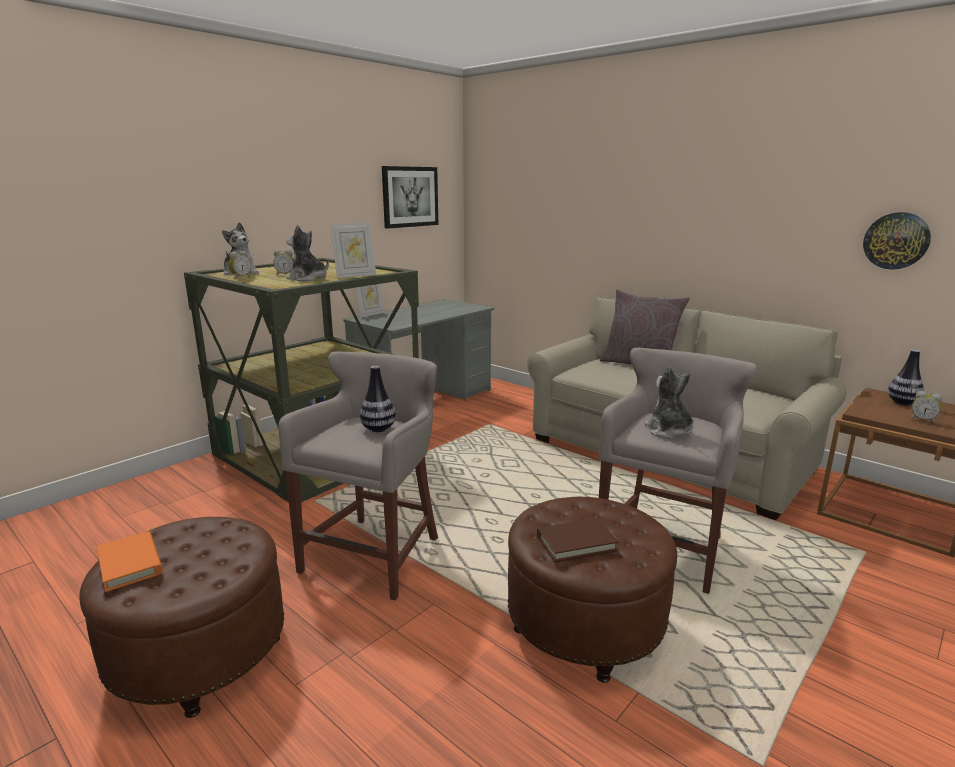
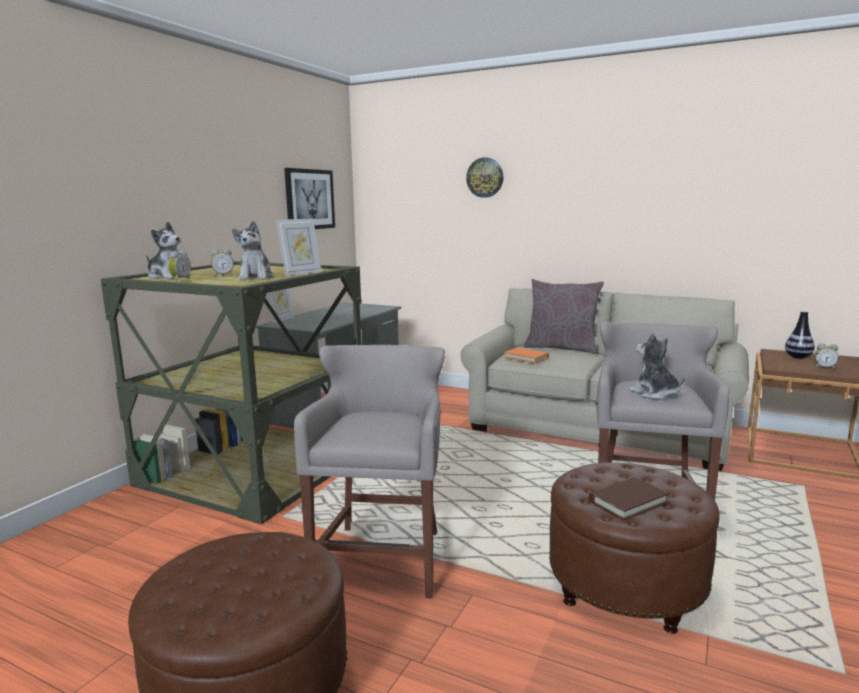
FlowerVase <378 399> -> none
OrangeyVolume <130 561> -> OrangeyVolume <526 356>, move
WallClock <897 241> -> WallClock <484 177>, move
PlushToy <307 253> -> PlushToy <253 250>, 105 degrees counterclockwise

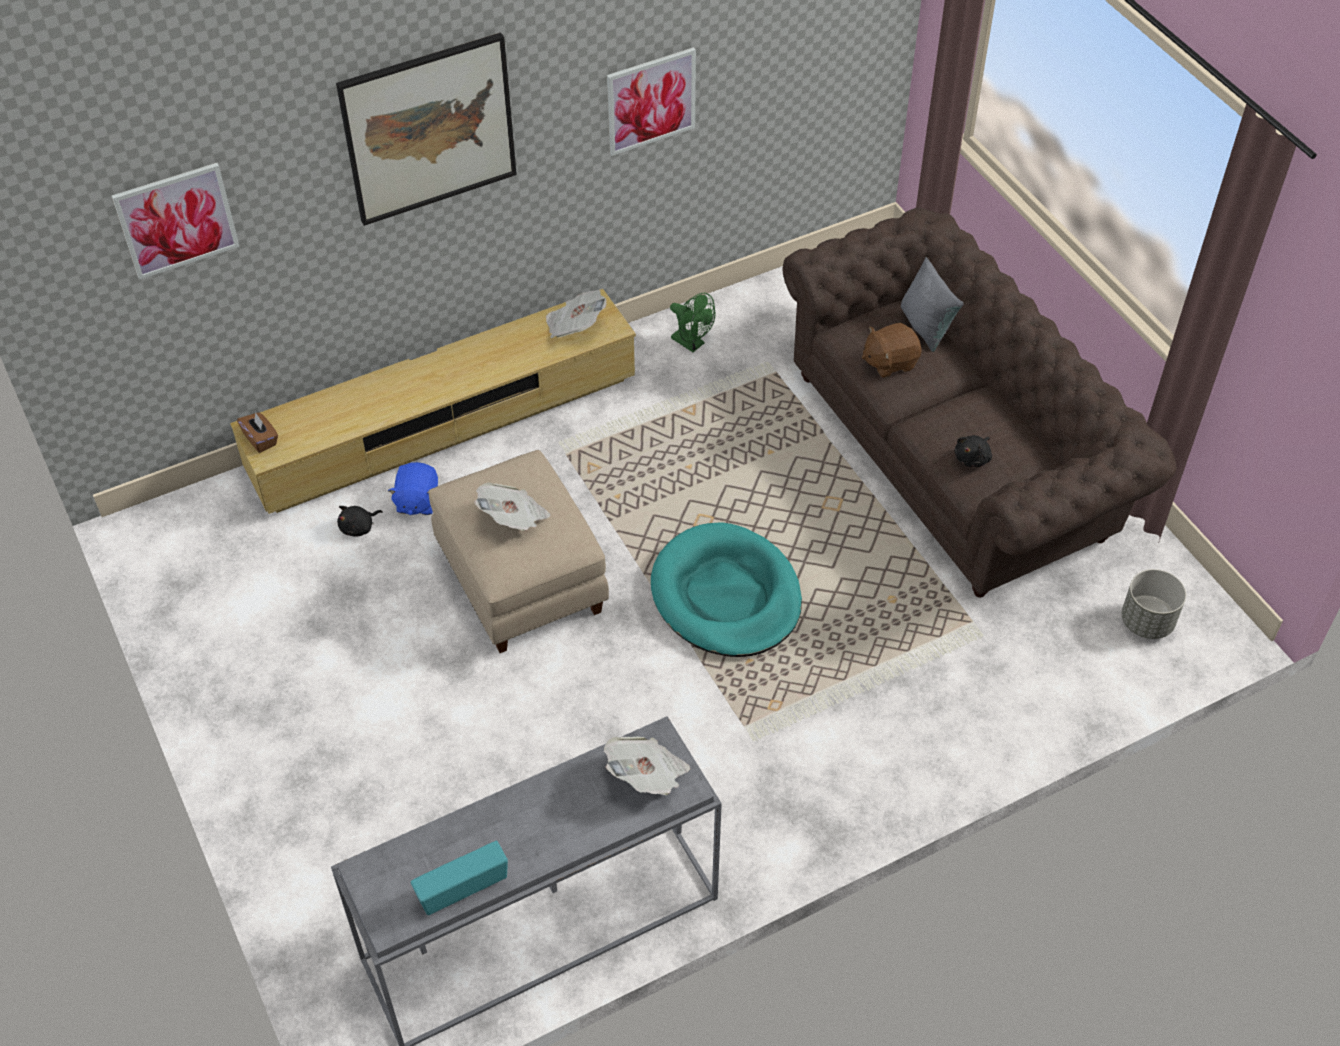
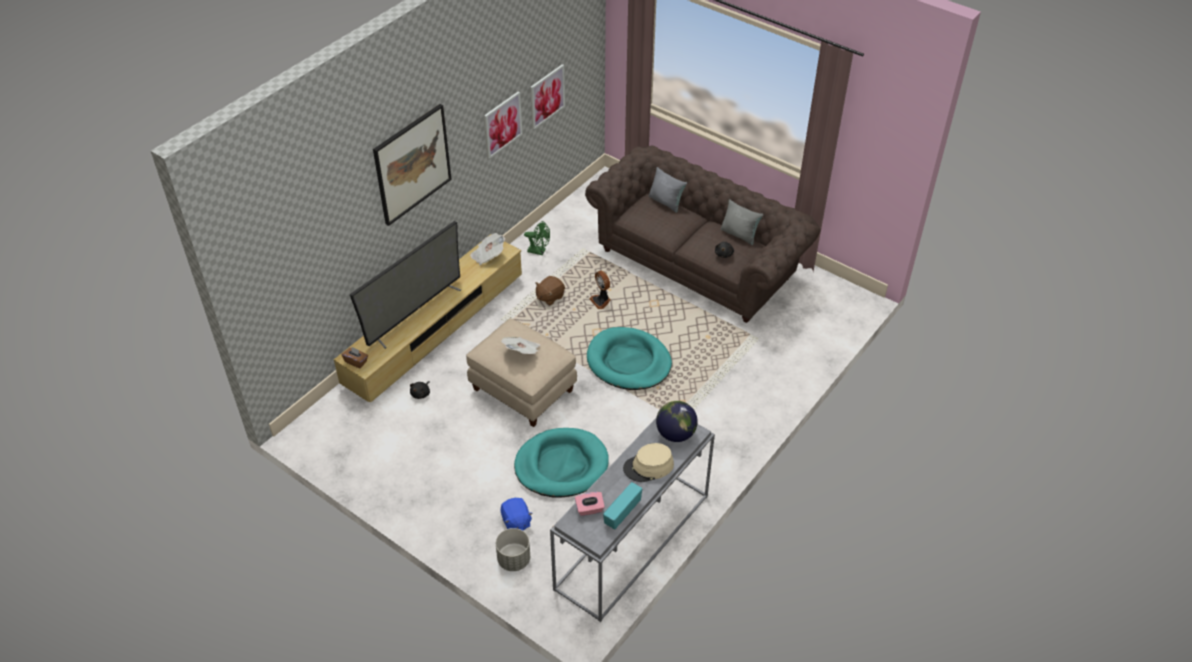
none -> Tv <405 285>
none -> TurquoiseColouredDogCushion <561 462>
none -> PinkBoxOfTissues <590 504>
none -> CoolingFan <600 290>
none -> BeigeHat <648 462>
none -> GrayPillow <742 222>
WallPicture <176 221> -> WallPicture <547 96>, move
BluePlushToy <413 488> -> BluePlushToy <517 514>, move
BrownPlushToy <892 350> -> BrownPlushToy <550 291>, move
GrayPlantPot <1154 604> -> GrayPlantPot <513 549>, move
Newspaper <647 766> -> DeskGlobe <677 421>

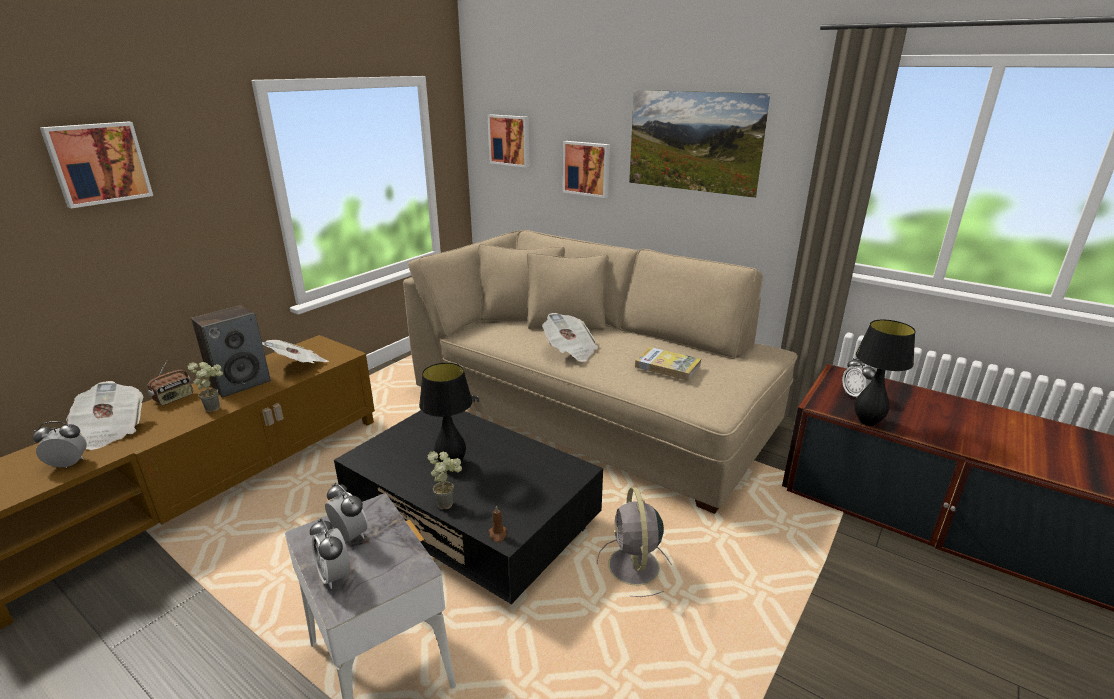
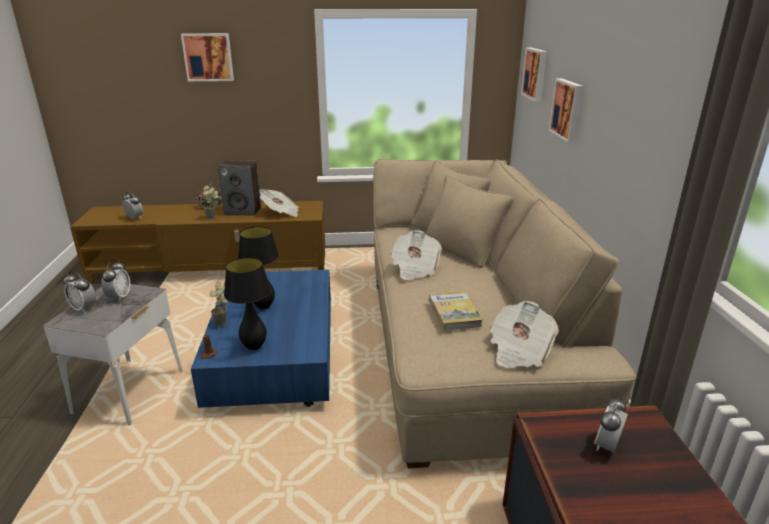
GrayCoolingFan <634 542> -> none
WallPicture <700 144> -> none
Newspaper <104 415> -> Newspaper <524 334>, move
BlackColouredTableLamp <884 373> -> BlackColouredTableLamp <247 303>, move
BlackColouredCoffeeTable <468 507> -> BlueCoffeeTable <261 339>
AlarmClock <330 553> -> AlarmClock <79 292>, 75 degrees counterclockwise

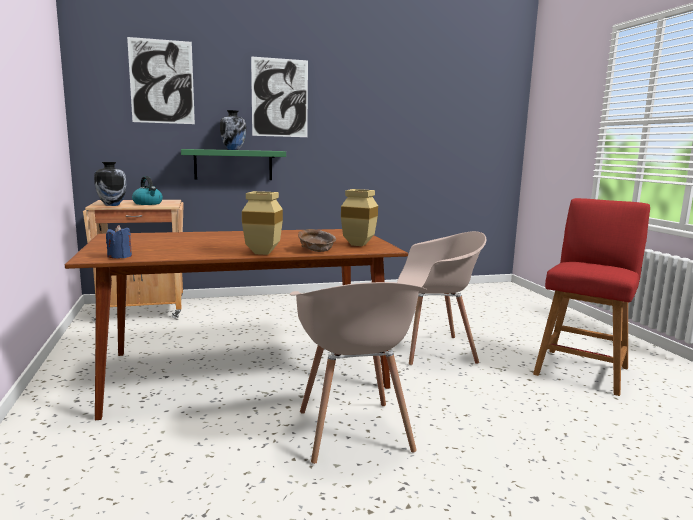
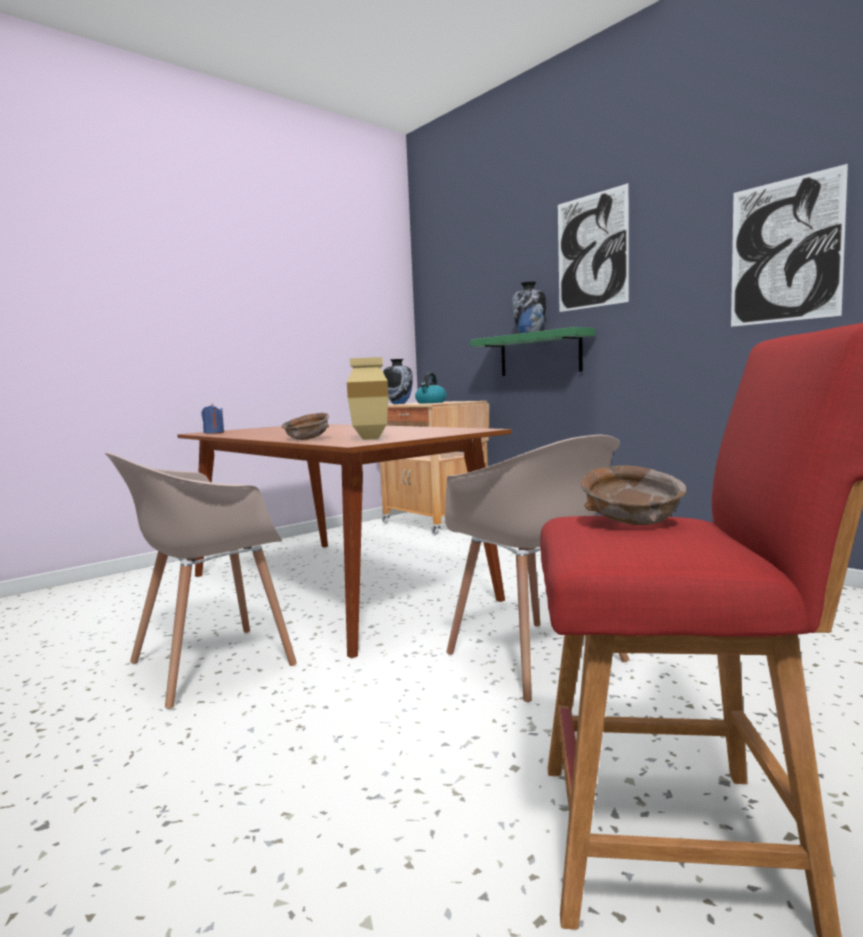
BeigeFlowerVase <262 223> -> none
none -> BrownBowl <633 495>
WallPicture <161 80> -> WallPicture <789 245>, move

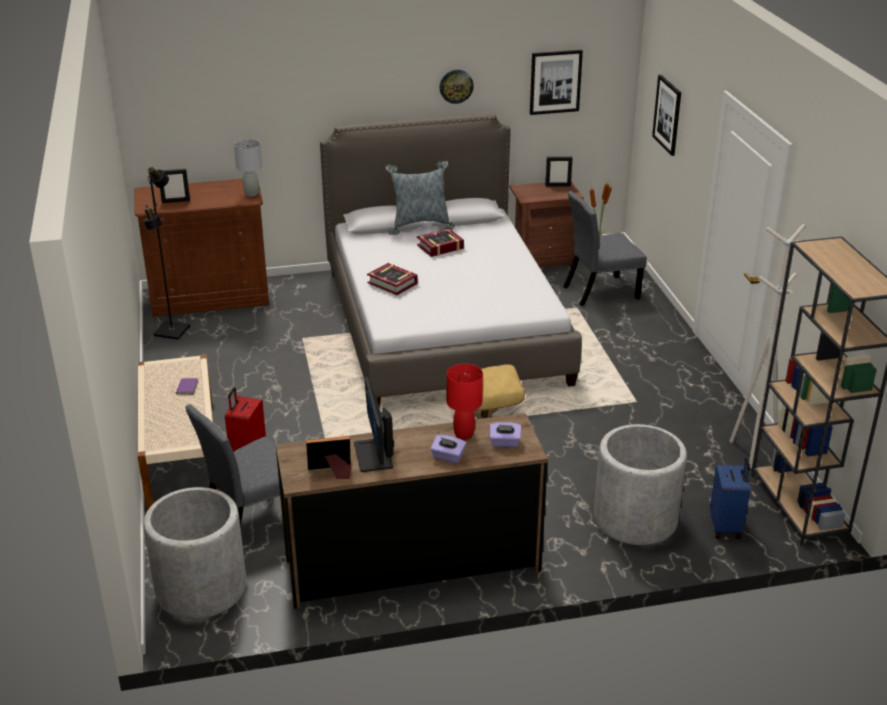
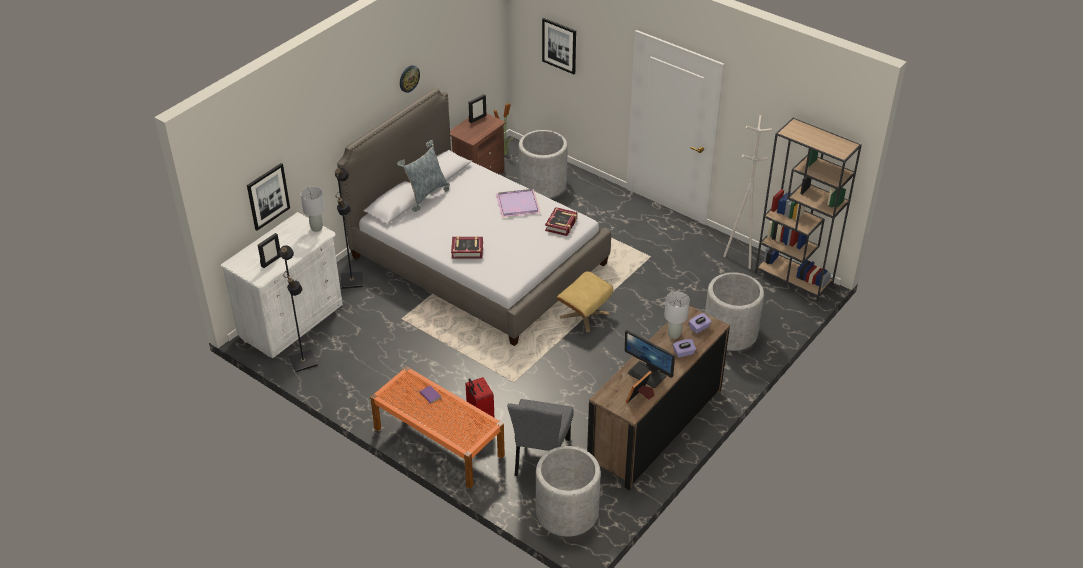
BluePieceOfLuggage <730 498> -> none
none -> BlackColouredFloorLamp <348 228>
none -> PurpleColouredTray <518 203>
Volume <440 242> -> Volume <561 221>, move
WallPicture <556 82> -> WallPicture <268 197>, move
GrayPlainChair <605 248> -> GrayPlantPot <543 164>
BrownDresser <201 248> -> WhiteDresser <281 285>
BeigeBench <179 432> -> OrangeyBench <437 427>
RedColouredTableLamp <465 402> -> GrayTableLamp <677 315>

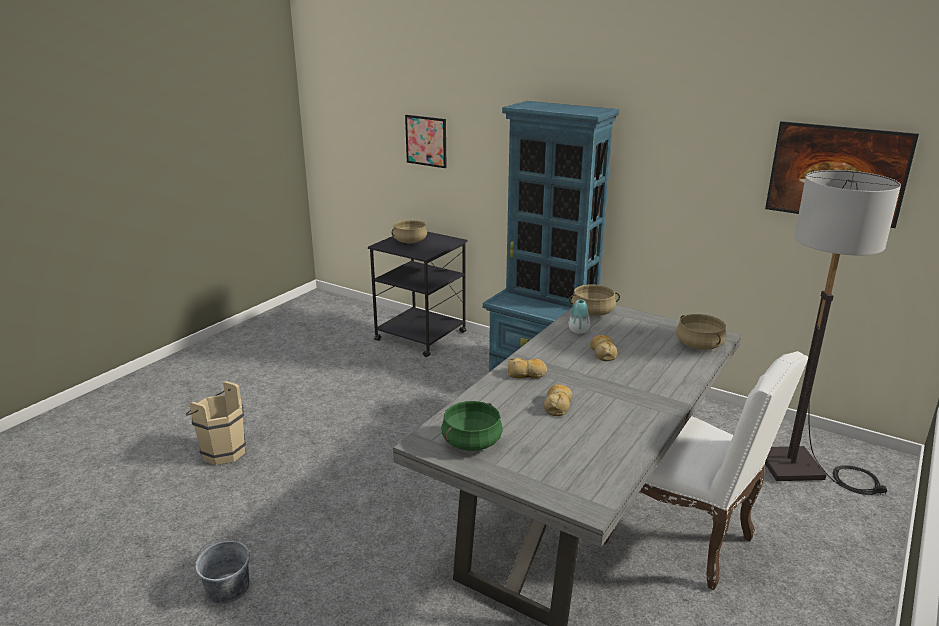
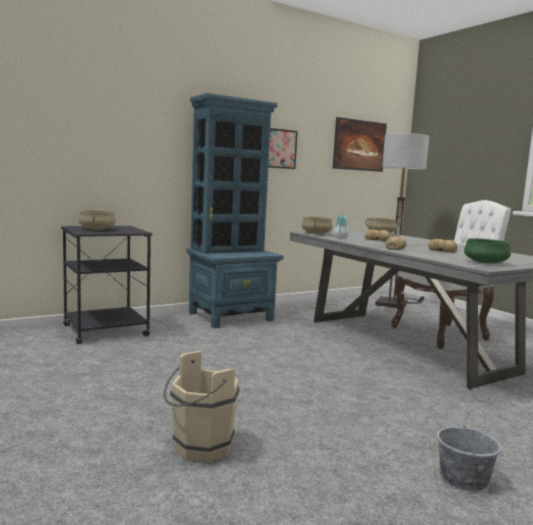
WallPicture <426 141> -> WallPicture <283 148>, move

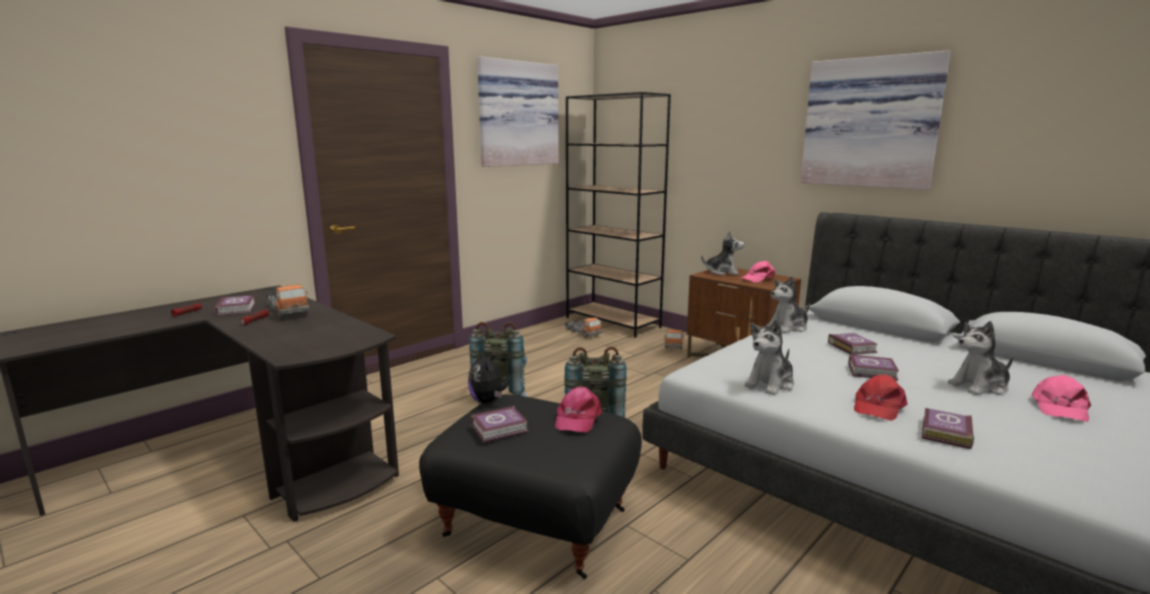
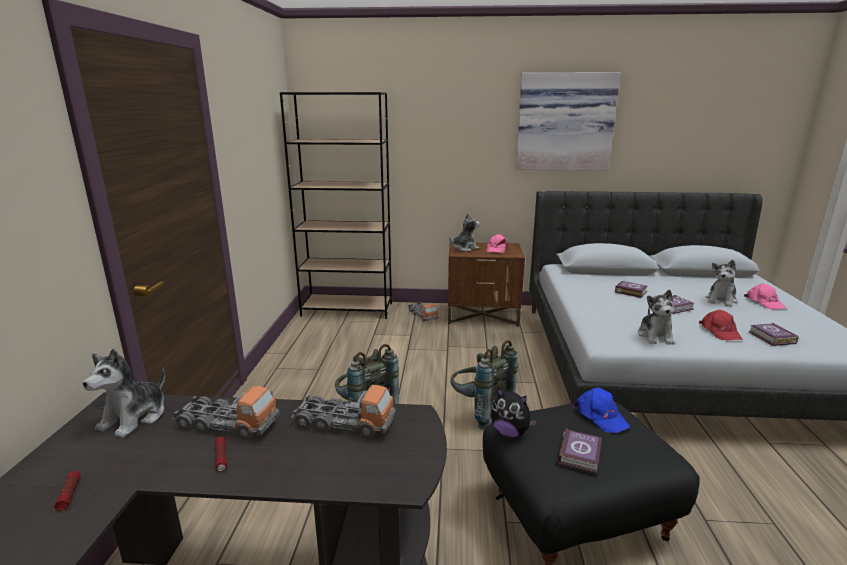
Volume <235 305> -> none
WallPicture <518 111> -> none
ToyTruck <583 327> -> ToyTruck <343 411>, move
PlushToy <788 304> -> PlushToy <124 393>, move
PinkPeakedCap <578 409> -> BluePeakedCap <601 410>

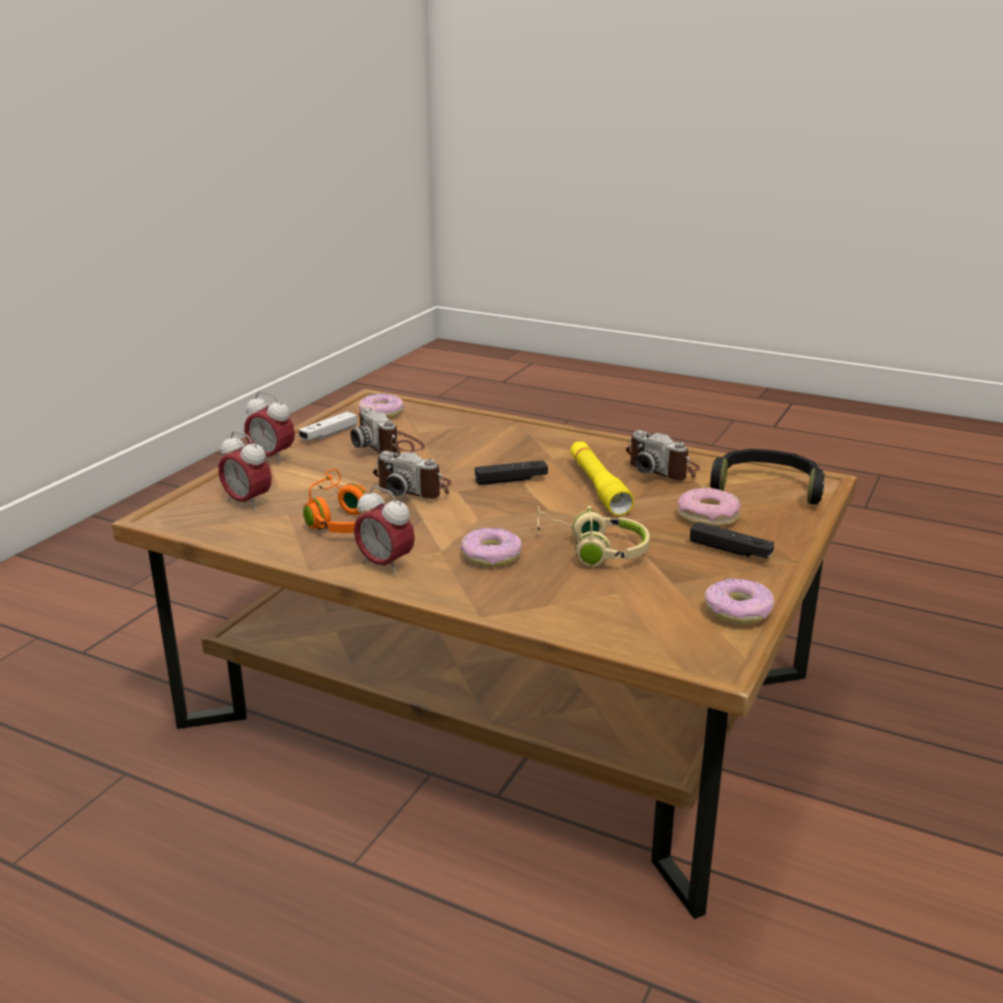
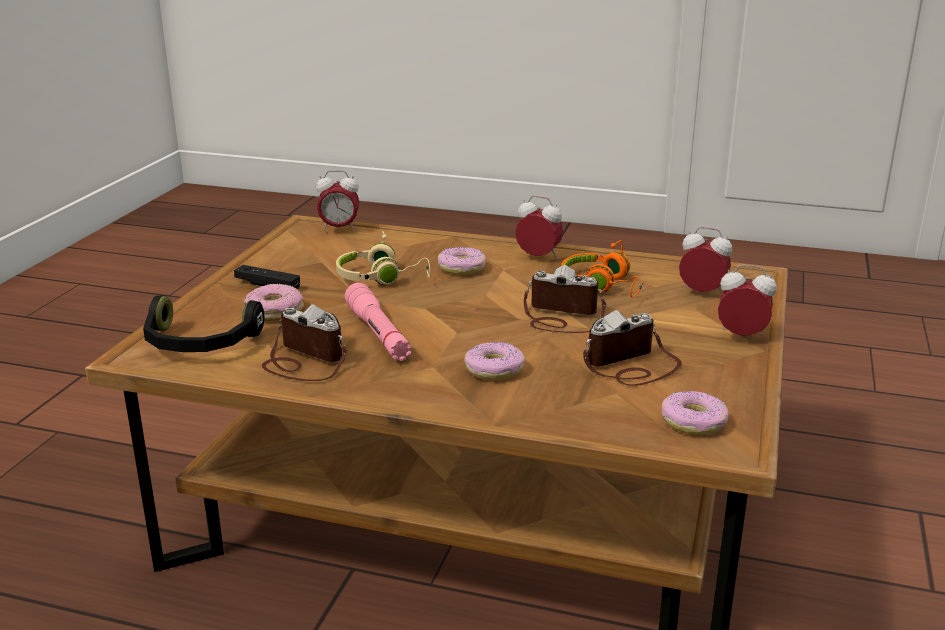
WhiteGamepad <328 426> -> none
BlackColouredGamepad <511 472> -> none
none -> AlarmClock <337 200>
Doughnut <739 601> -> Doughnut <494 361>, move
YellowColouredTorch <602 478> -> PinkTorch <378 322>
PhotoCamera <387 430> -> PhotoCamera <632 348>, 75 degrees counterclockwise

